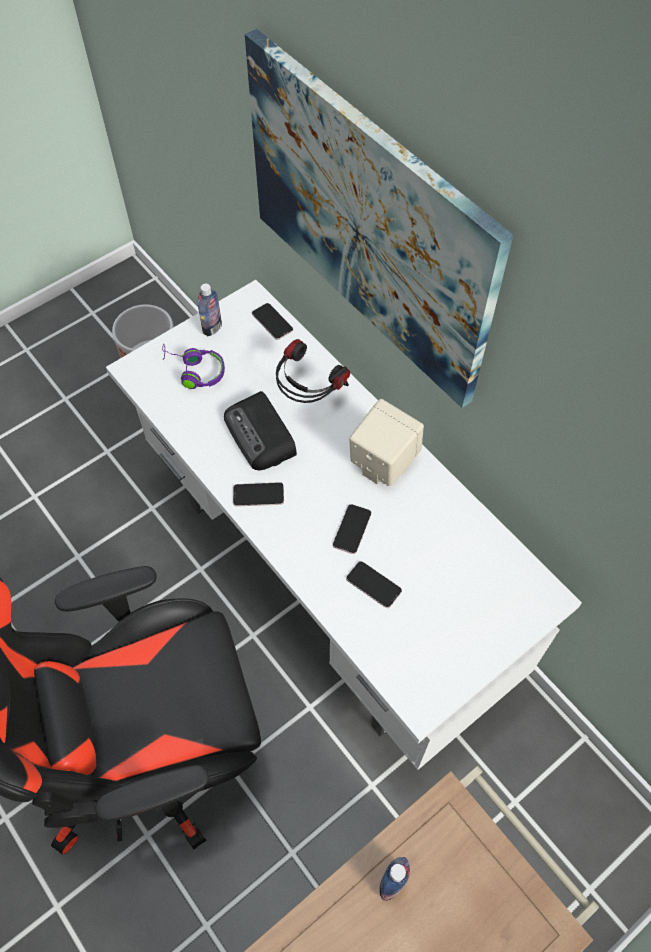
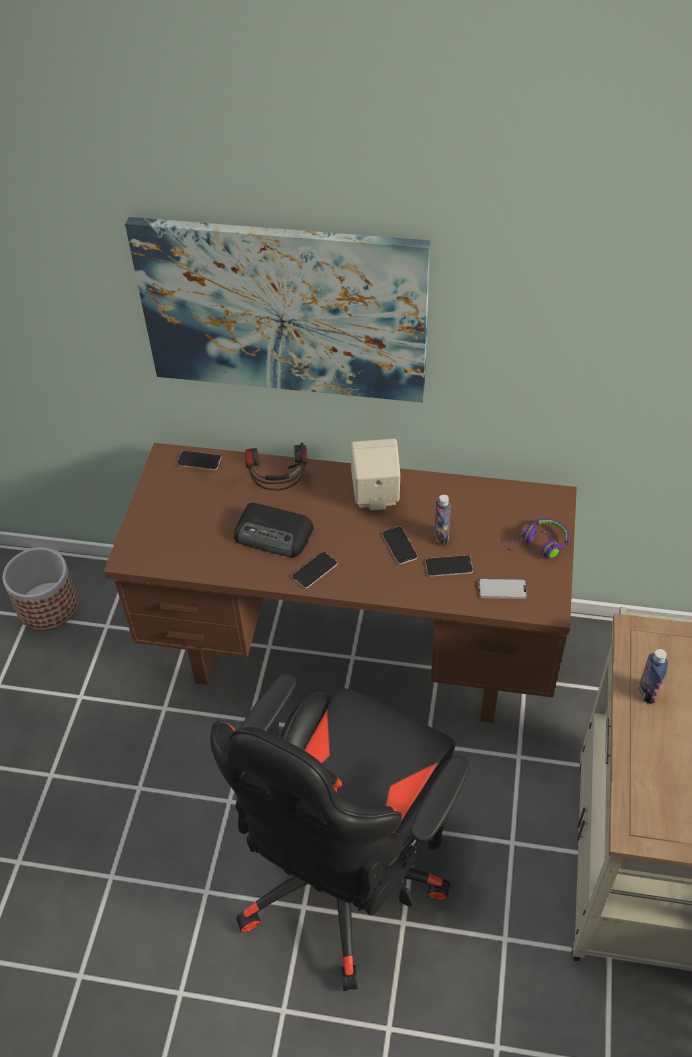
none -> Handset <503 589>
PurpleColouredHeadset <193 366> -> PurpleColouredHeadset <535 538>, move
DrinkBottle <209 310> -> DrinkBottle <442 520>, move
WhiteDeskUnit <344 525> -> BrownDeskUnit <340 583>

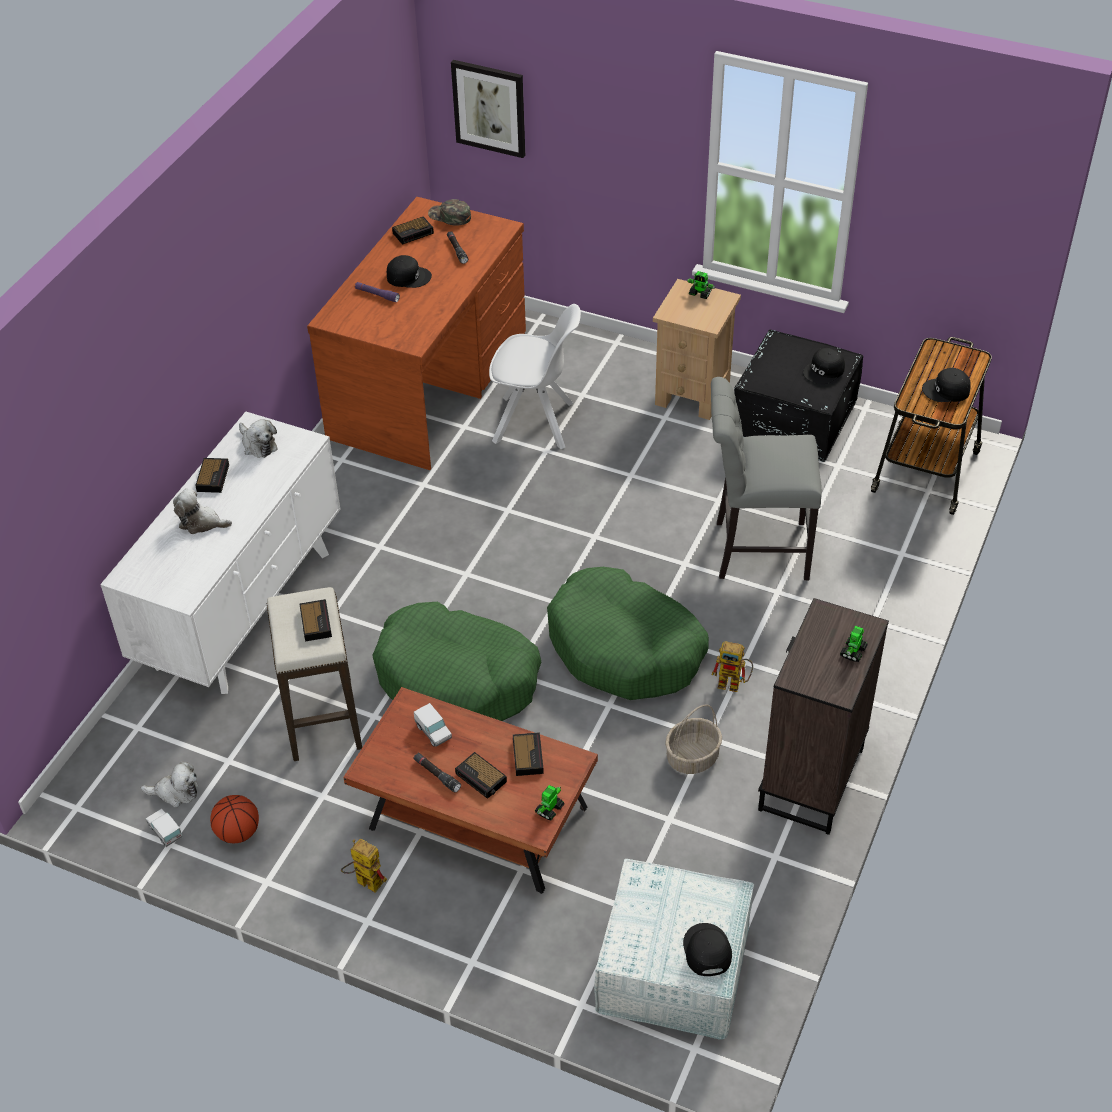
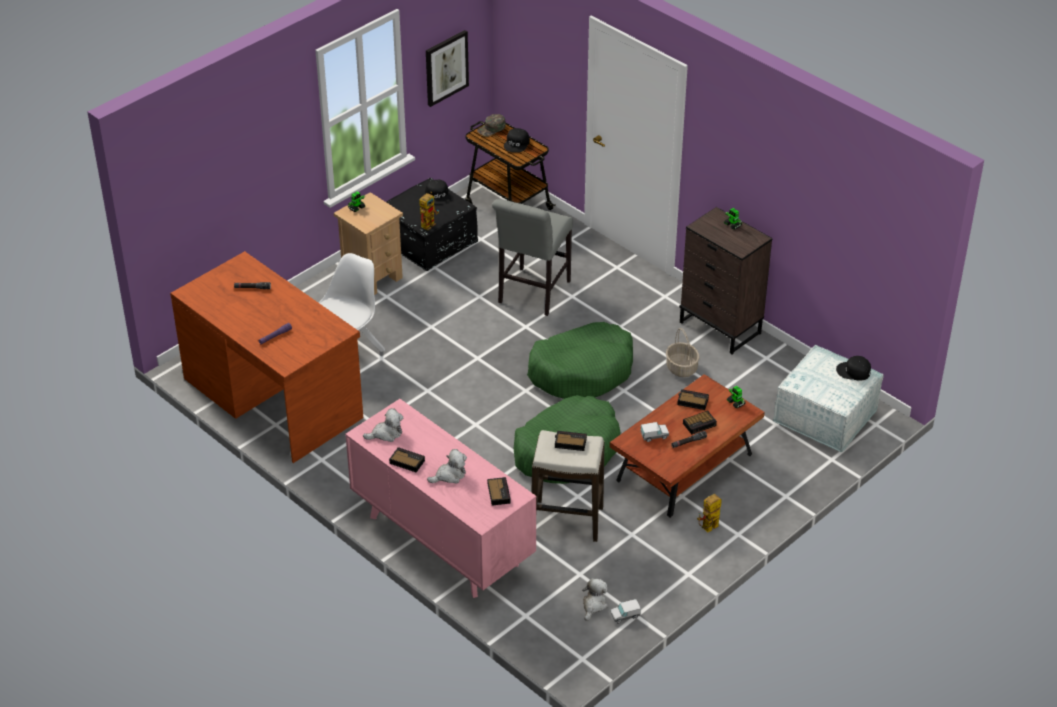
Basketball <234 819> -> none
BlackColouredPeakedCap <409 271> -> none
AlarmClock <413 231> -> AlarmClock <499 491>, move
GreenColouredPeakedCap <449 212> -> GreenColouredPeakedCap <491 125>, move
WallPicture <488 109> -> WallPicture <447 68>, move
ModelRobot <732 666> -> ModelRobot <429 211>, move
WhiteDresser <220 553> -> PinkDresser <440 498>
PlushToy <202 511> -> PlushToy <447 466>, 150 degrees counterclockwise

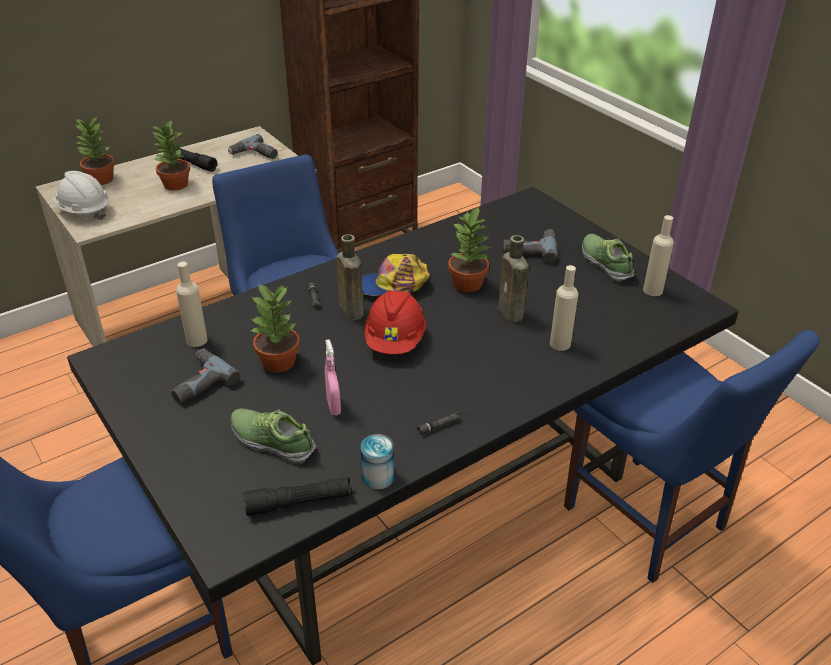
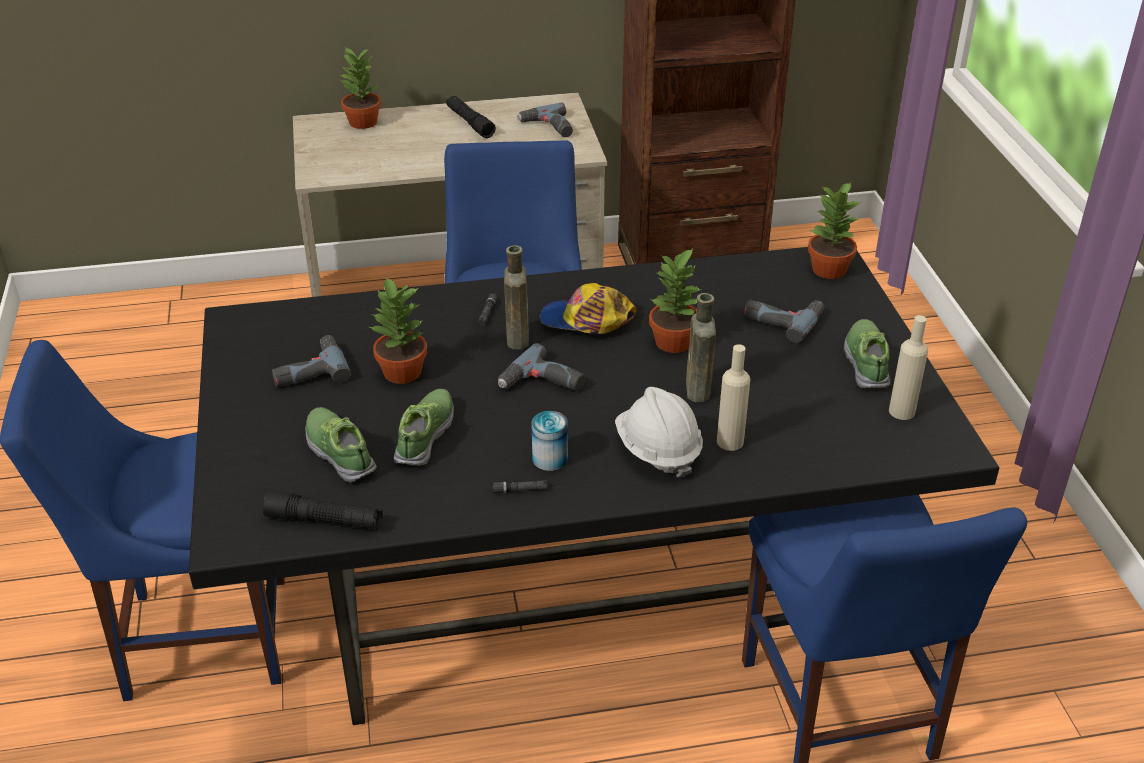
BeigeDrinkBottle <192 304> -> none
WhiteHardHat <80 195> -> WhiteHardHat <659 432>, move
Houseplant <170 154> -> Houseplant <834 230>, move
SealedCan <378 461> -> SealedCan <549 441>, move
PinkSprayer <333 377> -> Shoe <424 427>
RedColouredHardHat <395 322> -> ElectricDrill <541 367>

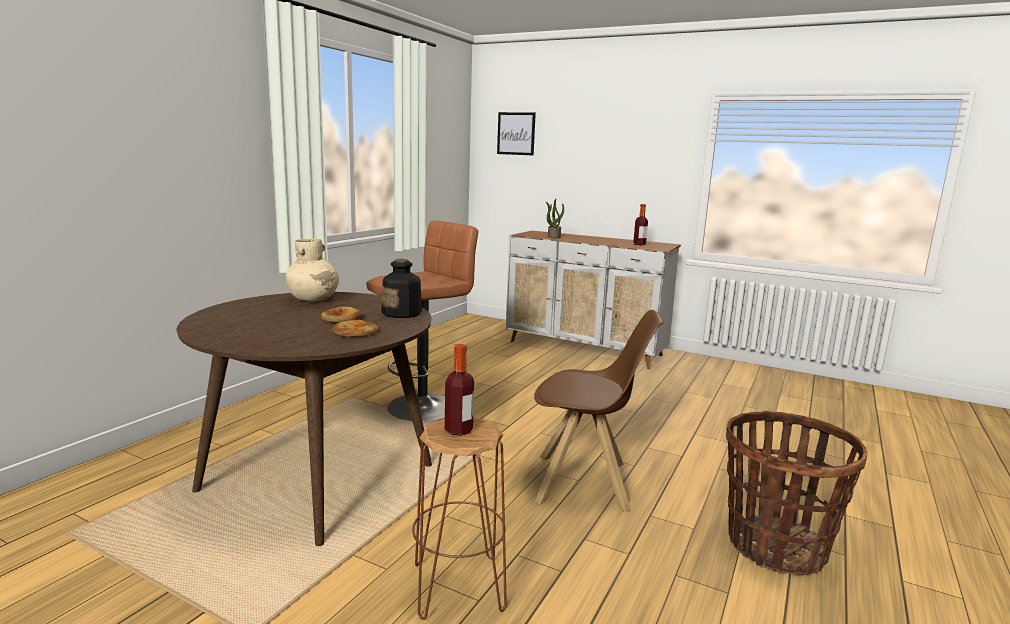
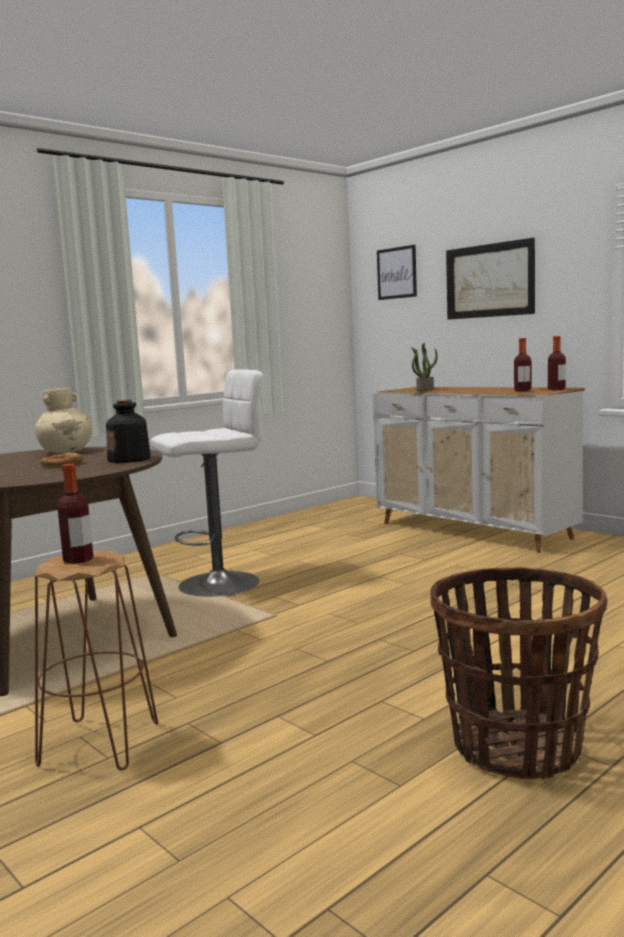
Bread <356 328> -> none
BrownPlainChair <599 411> -> none
none -> WallPicture <490 279>
none -> DrinkBottle <557 363>
BrownStool <422 321> -> WhiteStool <206 483>

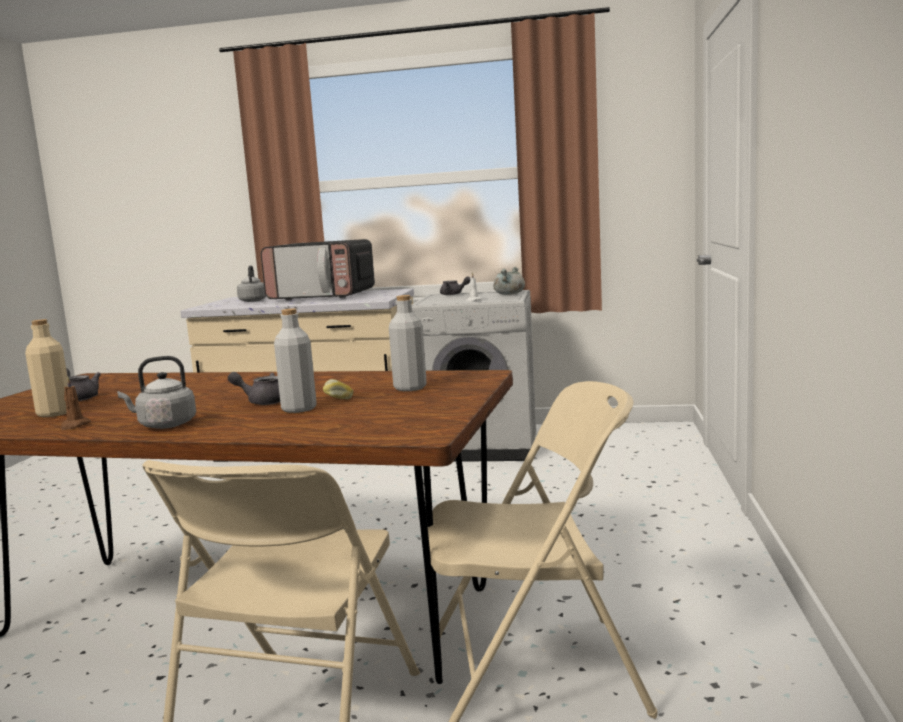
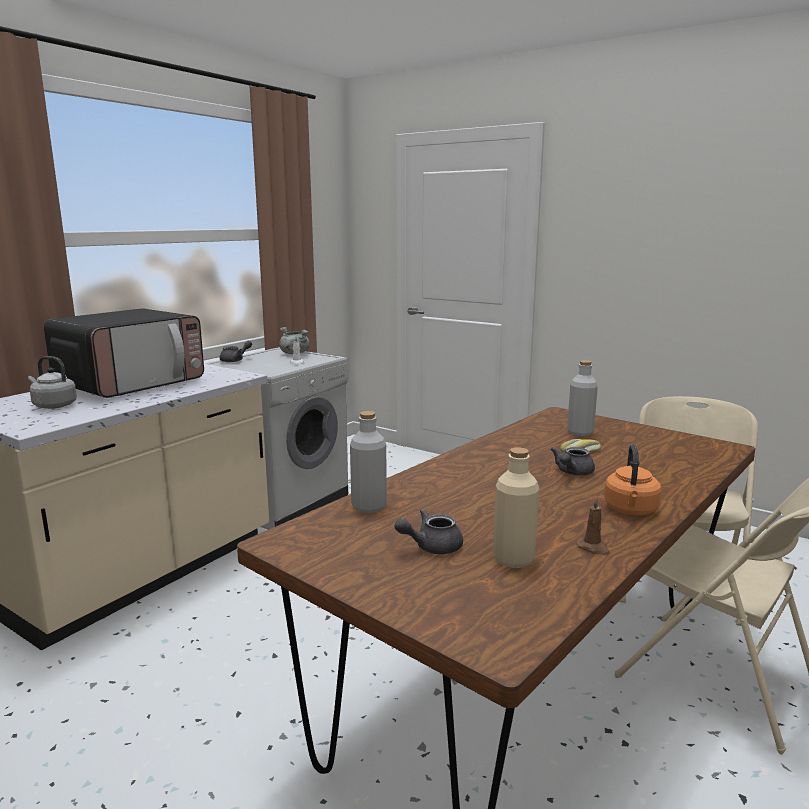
GrayDrinkBottle <295 361> -> GrayDrinkBottle <368 462>, move
GrayTeaKettle <156 392> -> OrangeyTeaKettle <632 479>

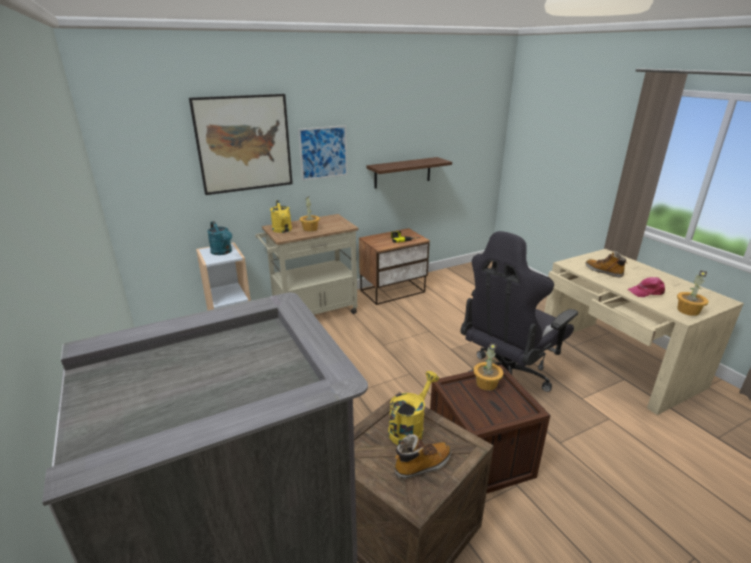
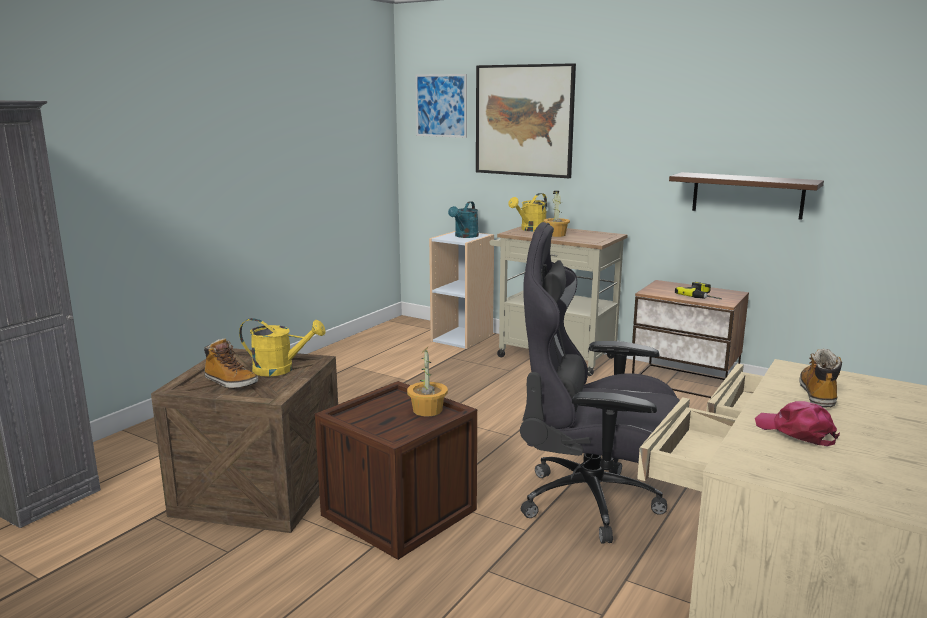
Houseplant <693 293> -> none
WallPicture <322 153> -> WallPicture <441 106>, move

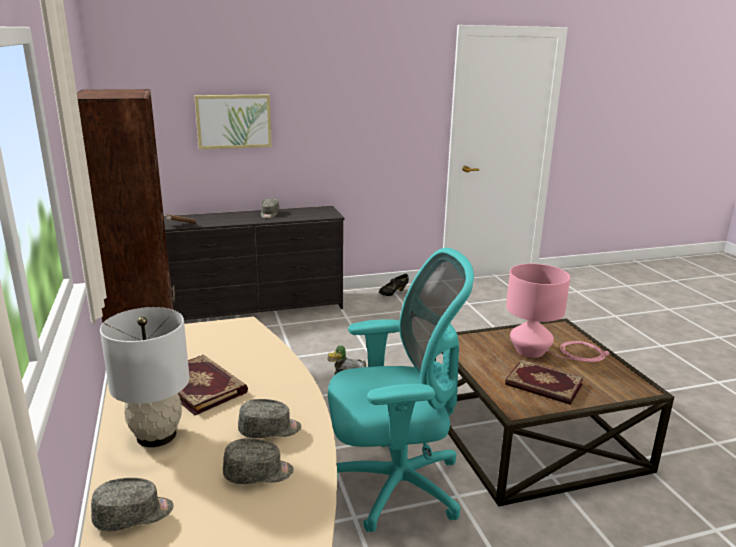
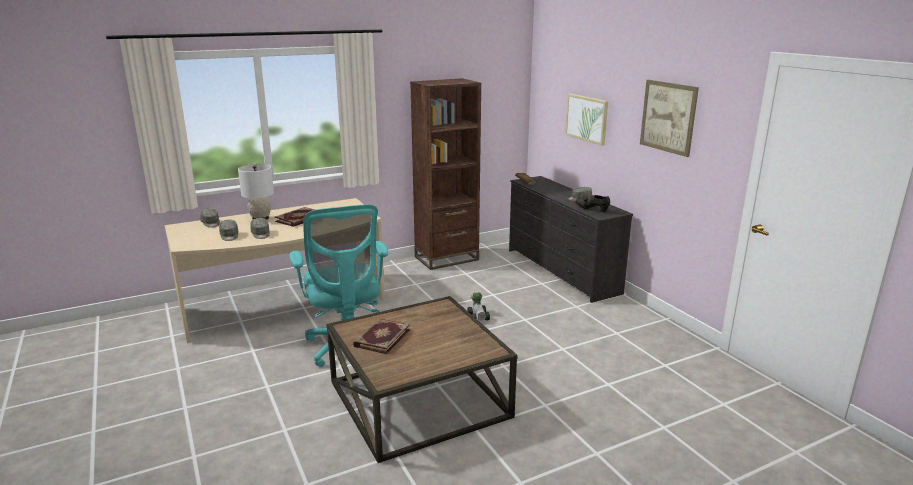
PinkTableLamp <557 313> -> none
none -> WallPicture <669 118>
BlackColouredShoe <394 285> -> BlackColouredShoe <592 203>, move

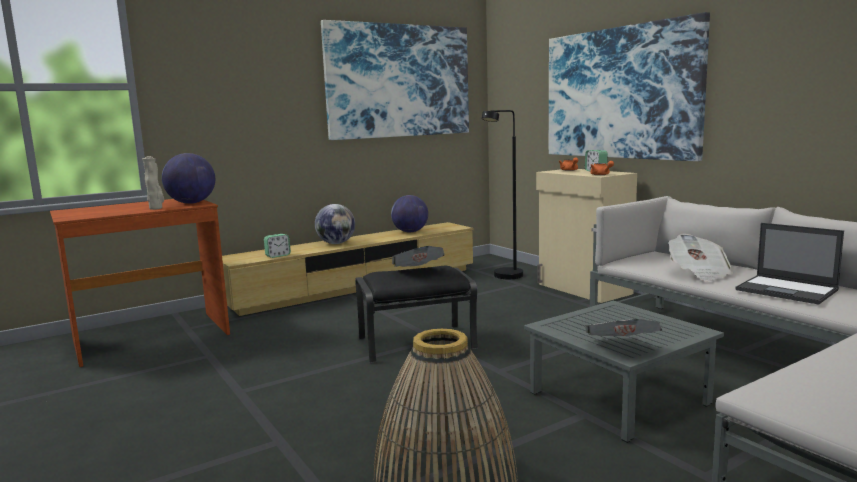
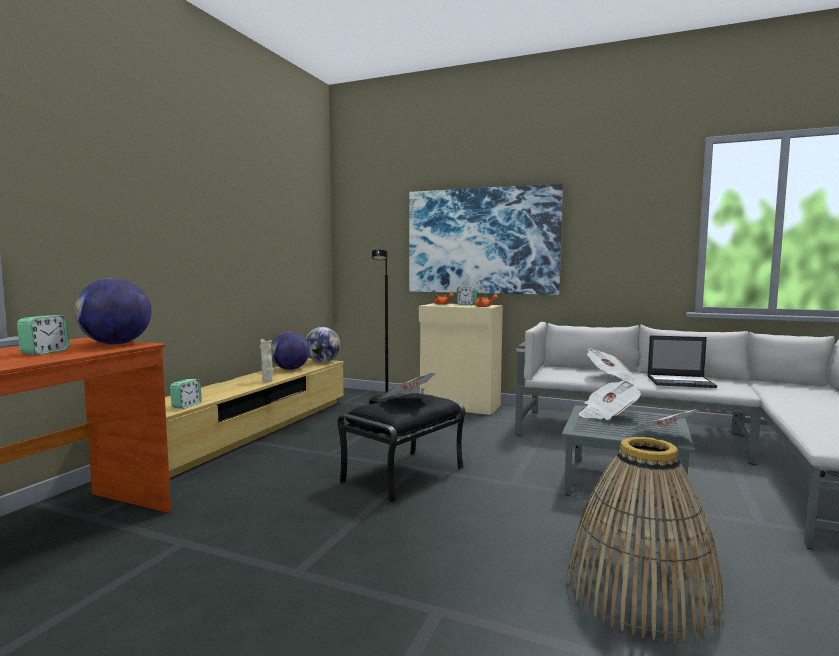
WallPicture <395 80> -> none
none -> AlarmClock <43 335>
none -> Newspaper <610 400>
BeigeFlowerVase <153 183> -> BeigeFlowerVase <266 360>, move
DeskGlobe <335 224> -> DeskGlobe <322 345>, move

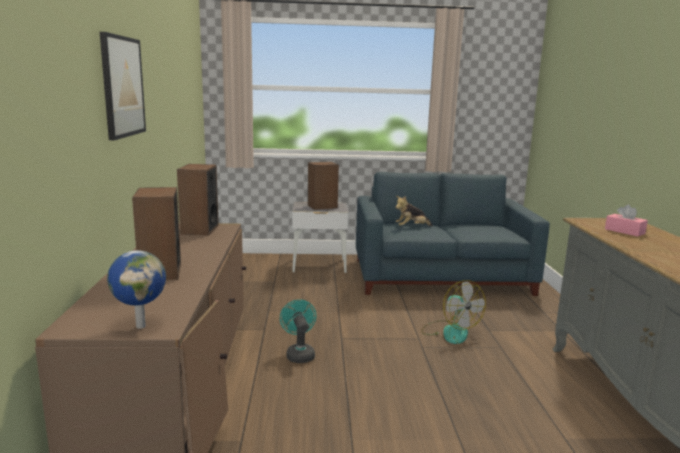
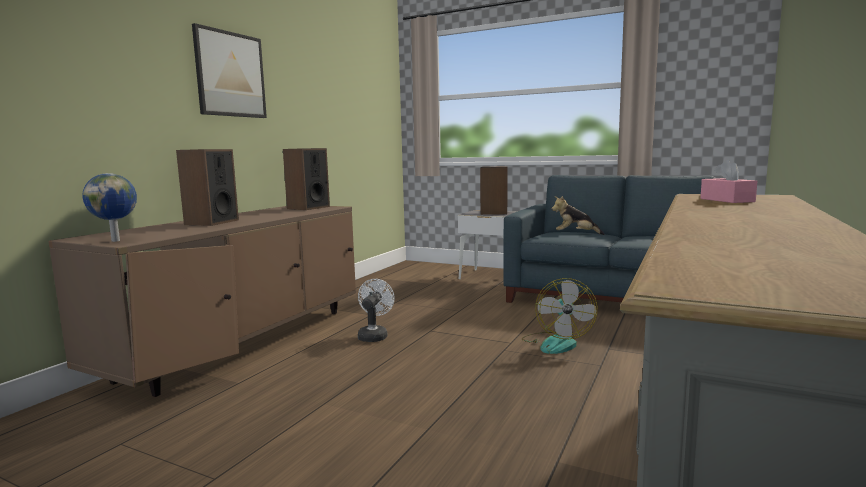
TurquoiseColouredCoolingFan <298 331> -> WhiteCoolingFan <376 310>

